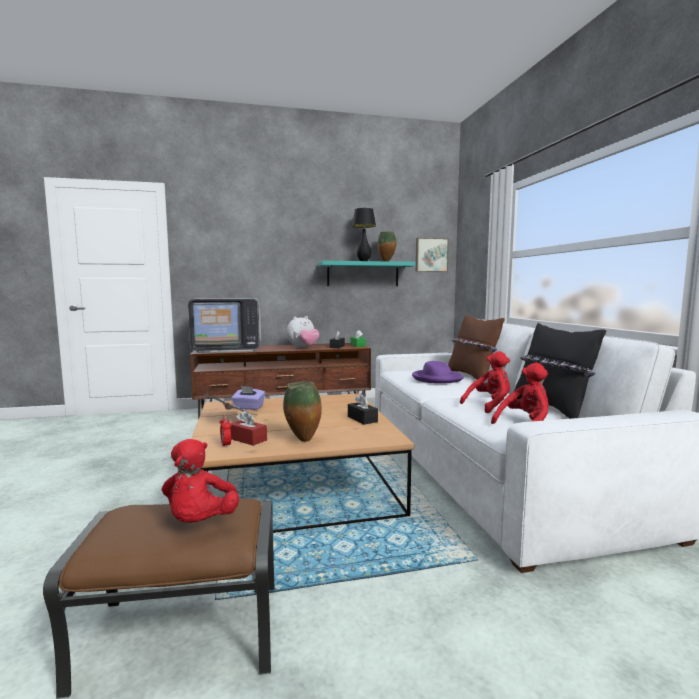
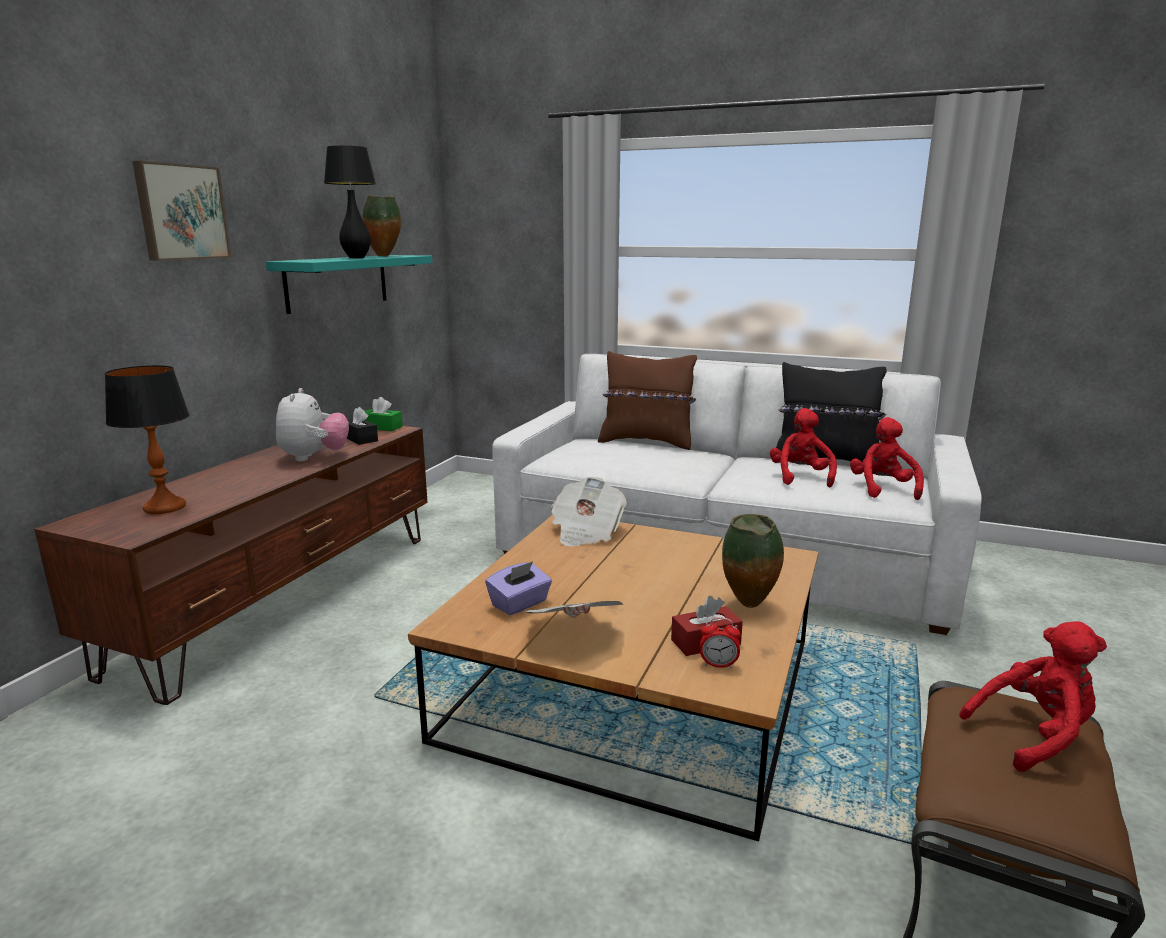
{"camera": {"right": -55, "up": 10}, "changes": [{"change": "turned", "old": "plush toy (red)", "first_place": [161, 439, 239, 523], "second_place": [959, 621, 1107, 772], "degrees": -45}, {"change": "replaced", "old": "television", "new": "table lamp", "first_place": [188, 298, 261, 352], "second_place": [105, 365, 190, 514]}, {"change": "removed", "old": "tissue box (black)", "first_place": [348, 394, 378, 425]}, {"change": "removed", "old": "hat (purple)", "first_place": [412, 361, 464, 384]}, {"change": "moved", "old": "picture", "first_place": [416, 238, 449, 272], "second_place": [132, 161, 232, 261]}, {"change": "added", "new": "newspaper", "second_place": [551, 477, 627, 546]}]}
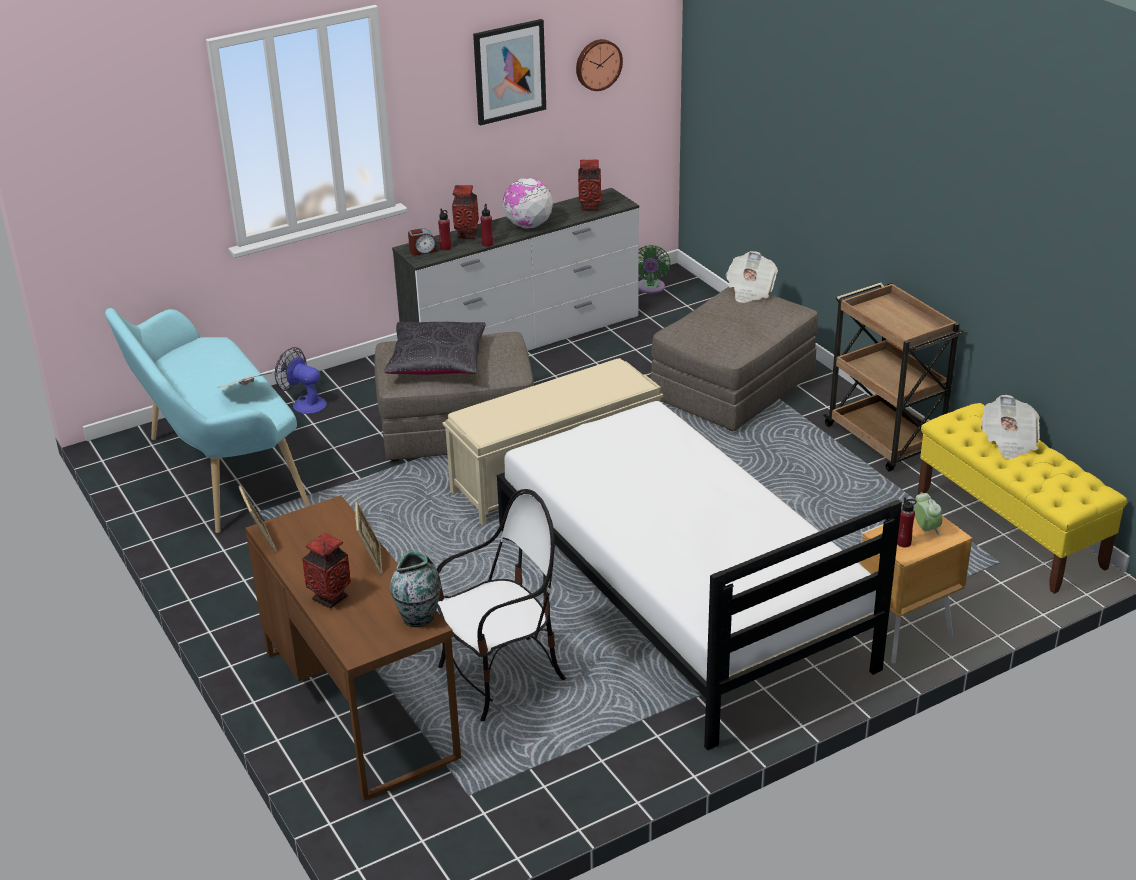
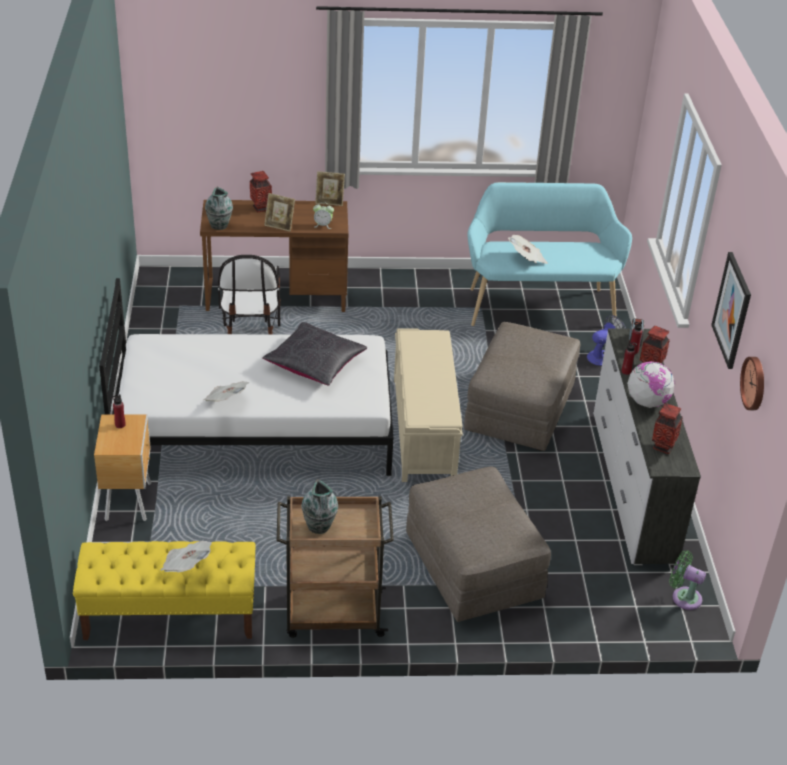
{"camera": {"right": 115, "up": 5}, "changes": [{"change": "moved", "old": "pillow (black)", "first_place": [384, 322, 486, 375], "second_place": [262, 322, 367, 385]}, {"change": "moved", "old": "newspaper", "first_place": [726, 251, 778, 303], "second_place": [203, 381, 249, 402]}, {"change": "moved", "old": "alarm clock", "first_place": [914, 492, 942, 536], "second_place": [313, 202, 334, 229]}, {"change": "added", "new": "vase", "second_place": [301, 479, 338, 534]}]}
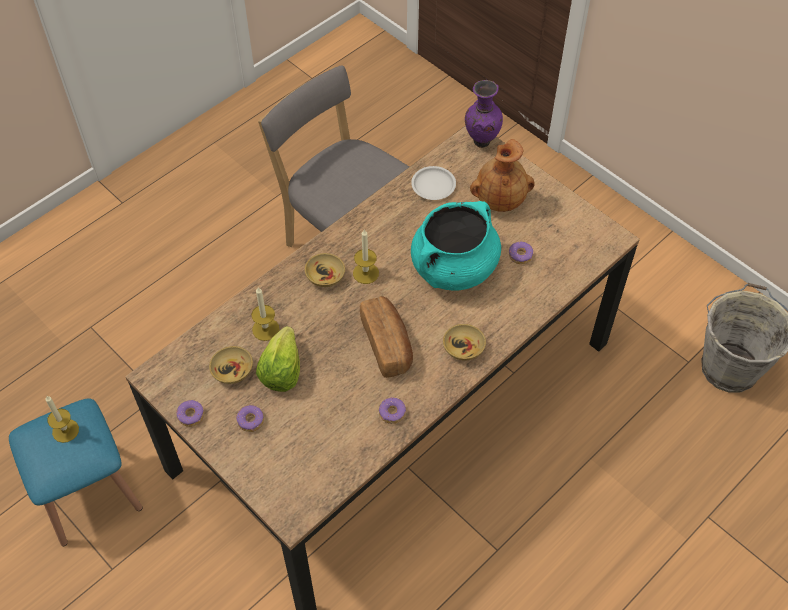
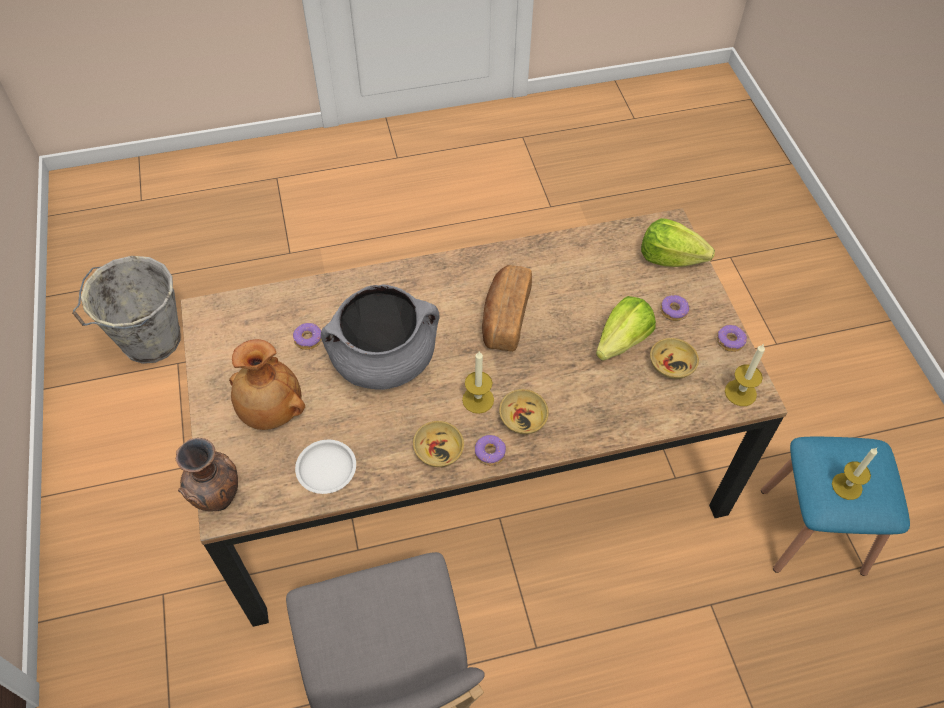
{"camera": {"right": -150, "up": 0}, "changes": [{"change": "moved", "old": "candle", "first_place": [251, 287, 279, 341], "second_place": [725, 344, 765, 406]}, {"change": "moved", "old": "donut", "first_place": [379, 397, 406, 424], "second_place": [475, 435, 506, 466]}, {"change": "recoloured", "old": "cooking pot (turquoise)", "new": "cooking pot (grey)", "first_place": [411, 201, 501, 290], "second_place": [321, 284, 440, 390]}, {"change": "moved", "old": "bowl (beige)", "first_place": [443, 324, 486, 361], "second_place": [413, 421, 464, 467]}, {"change": "recoloured", "old": "vase (purple)", "new": "vase (brown)", "first_place": [465, 80, 503, 148], "second_place": [176, 438, 238, 512]}, {"change": "added", "new": "lettuce", "second_place": [641, 218, 715, 267]}]}
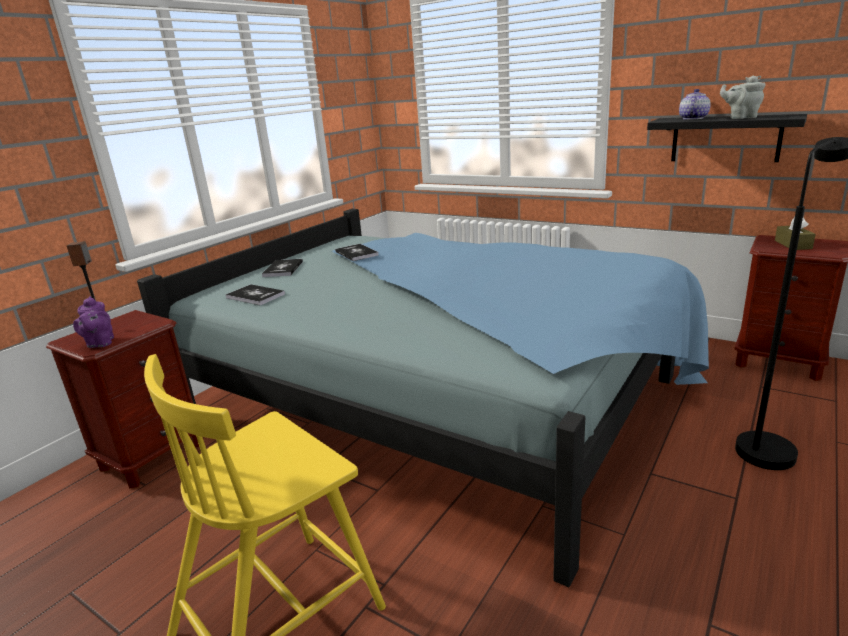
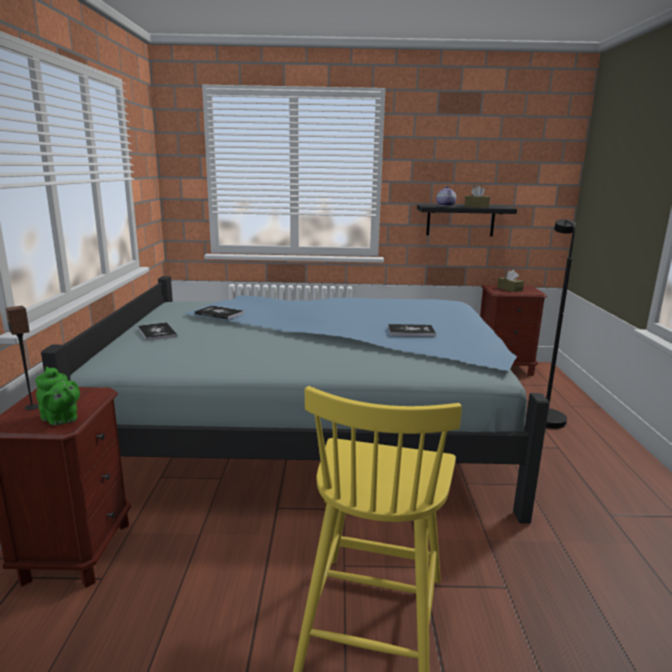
{"camera": {"right": -35, "up": -5}, "changes": [{"change": "recoloured", "old": "teapot (purple)", "new": "teapot (green)", "first_place": [73, 296, 114, 348], "second_place": [36, 367, 80, 425]}, {"change": "moved", "old": "book", "first_place": [226, 284, 285, 305], "second_place": [388, 324, 436, 337]}, {"change": "replaced", "old": "teapot (grey)", "new": "tissue box (brown)", "first_place": [720, 75, 766, 119], "second_place": [464, 186, 490, 208]}]}
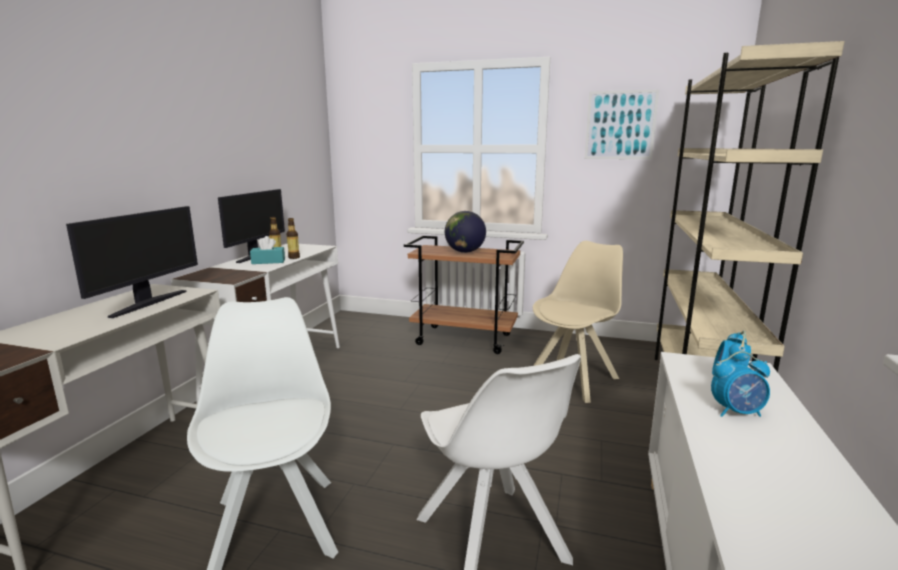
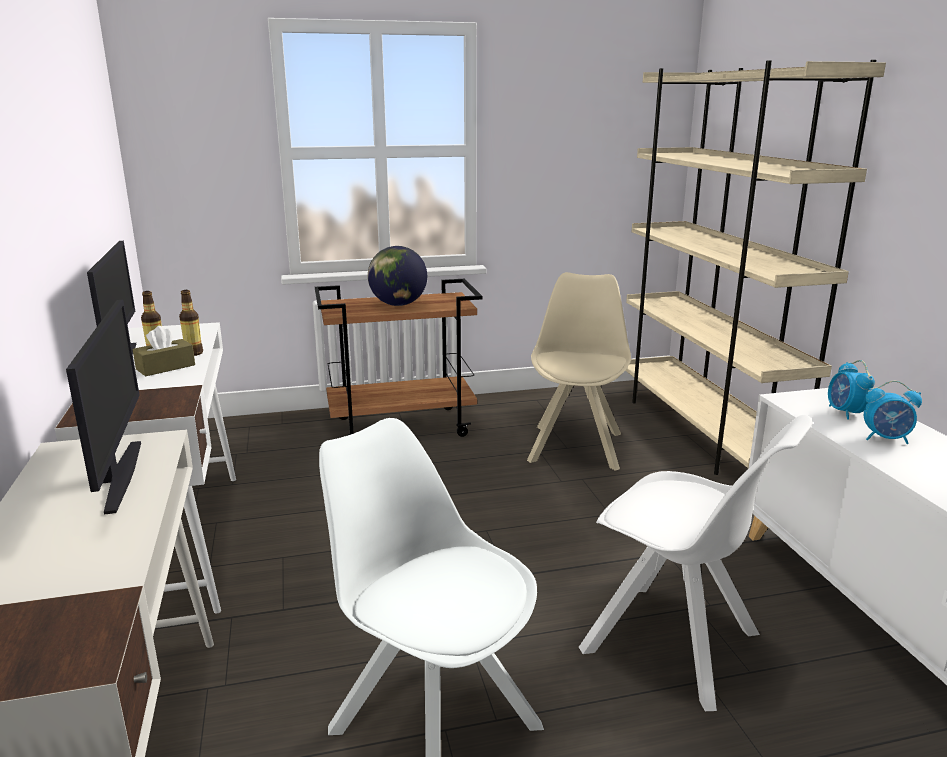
{"camera": {"right": -30, "up": 5}, "changes": [{"change": "recoloured", "old": "tissue box (turquoise)", "new": "tissue box (brown)", "first_place": [250, 236, 285, 264], "second_place": [132, 326, 195, 376]}, {"change": "removed", "old": "picture", "first_place": [584, 89, 659, 159]}, {"change": "turned", "old": "alarm clock", "first_place": [711, 351, 770, 417], "second_place": [864, 381, 922, 444], "degrees": 45}]}
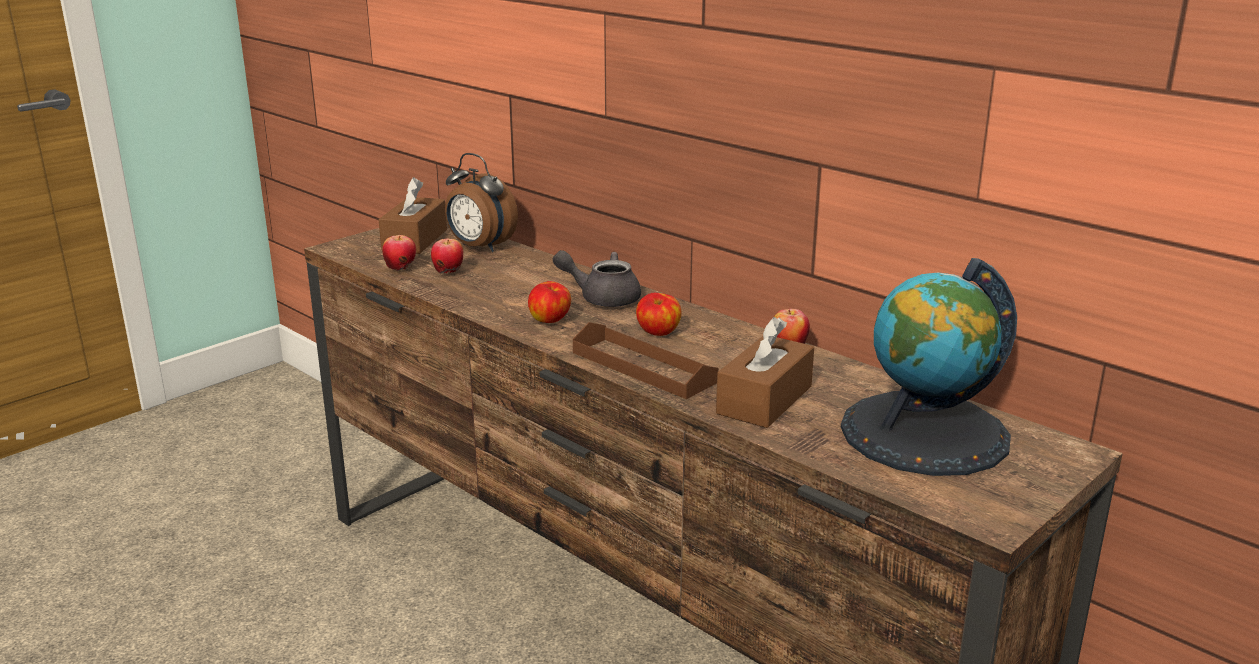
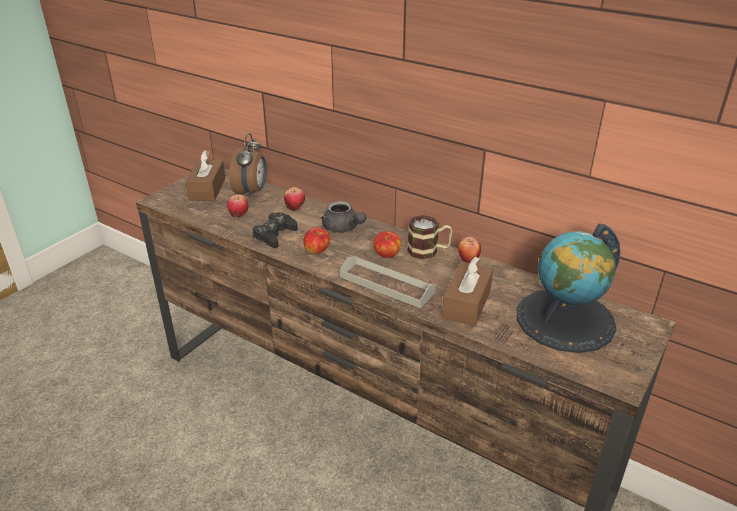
{"camera": {"right": -10, "up": 10}, "changes": [{"change": "moved", "old": "apple", "first_place": [382, 235, 416, 271], "second_place": [284, 187, 305, 211]}, {"change": "turned", "old": "alarm clock", "first_place": [445, 153, 518, 252], "second_place": [229, 133, 267, 198], "degrees": -105}, {"change": "turned", "old": "teapot (grey)", "first_place": [553, 250, 641, 307], "second_place": [321, 201, 366, 233], "degrees": -135}, {"change": "recoloured", "old": "tray (brown)", "new": "tray (grey)", "first_place": [573, 322, 718, 399], "second_place": [340, 256, 436, 308]}, {"change": "added", "new": "game controller (black)", "second_place": [252, 212, 298, 248]}, {"change": "added", "new": "mug", "second_place": [407, 215, 453, 260]}]}
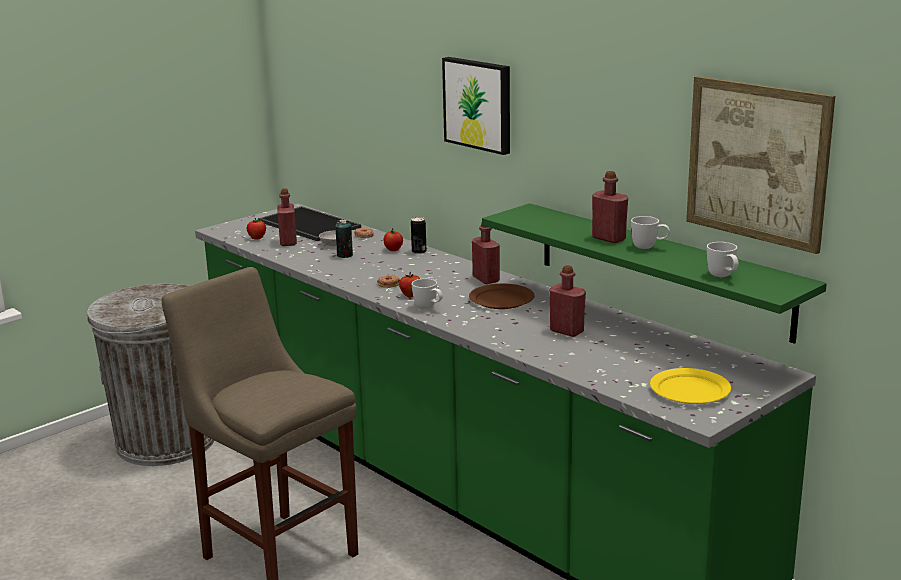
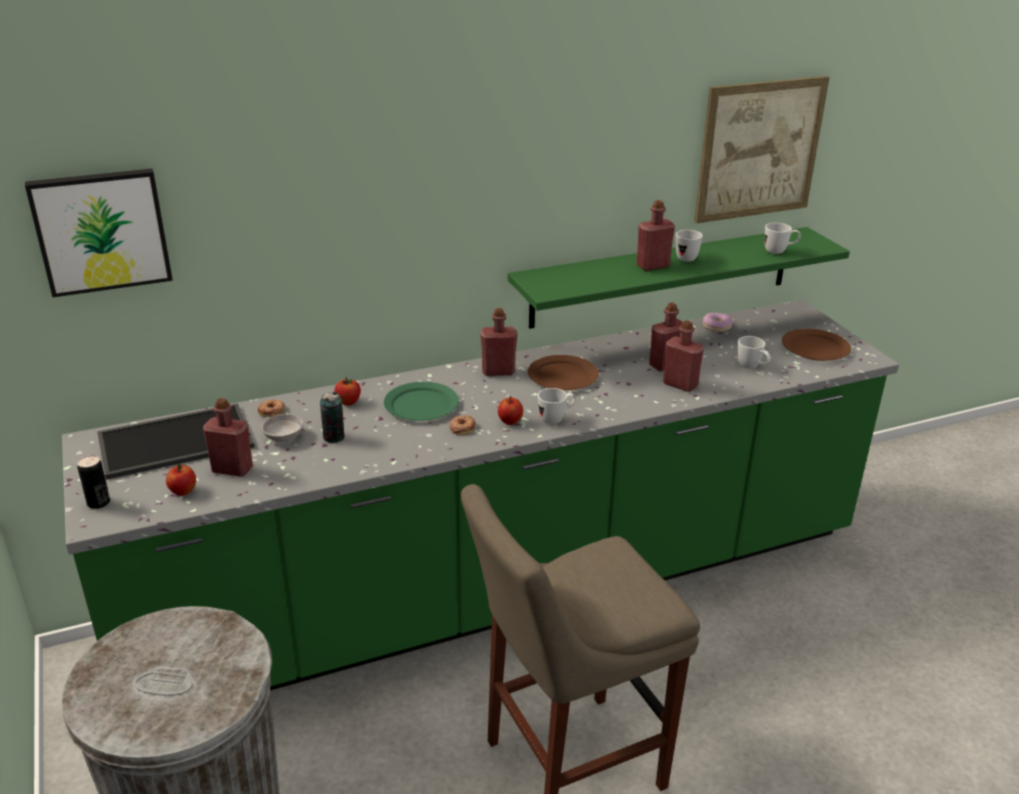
{"camera": {"right": -70, "up": 10}, "changes": [{"change": "moved", "old": "can", "first_place": [411, 217, 427, 254], "second_place": [77, 455, 110, 509]}, {"change": "moved", "old": "picture", "first_place": [442, 57, 510, 155], "second_place": [25, 169, 173, 297]}, {"change": "recoloured", "old": "plate (yellow)", "new": "plate (brown)", "first_place": [650, 368, 731, 404], "second_place": [782, 329, 851, 361]}, {"change": "added", "new": "plate (green)", "second_place": [384, 382, 459, 421]}, {"change": "added", "new": "bottle (red)", "second_place": [663, 320, 704, 392]}, {"change": "added", "new": "donut", "second_place": [703, 313, 733, 332]}, {"change": "added", "new": "mug (white)", "second_place": [738, 336, 771, 369]}]}
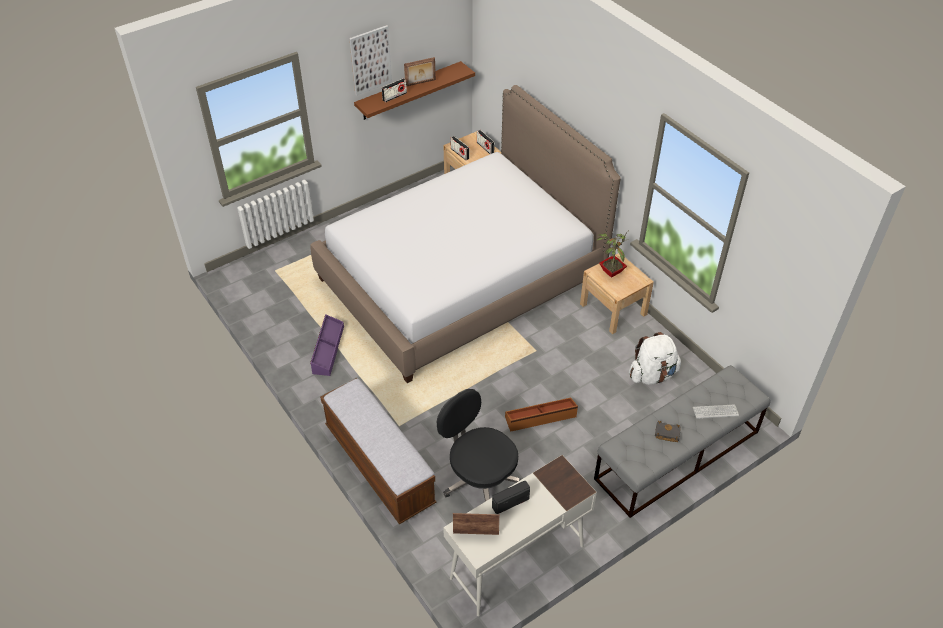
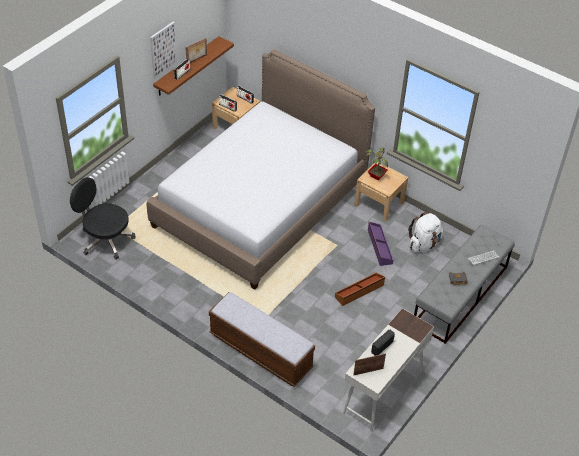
{"camera": {"right": -20, "up": 0}, "changes": [{"change": "moved", "old": "storage box (purple)", "first_place": [310, 314, 344, 376], "second_place": [368, 222, 393, 266]}, {"change": "moved", "old": "office chair (black)", "first_place": [437, 389, 522, 502], "second_place": [70, 177, 135, 260]}]}
